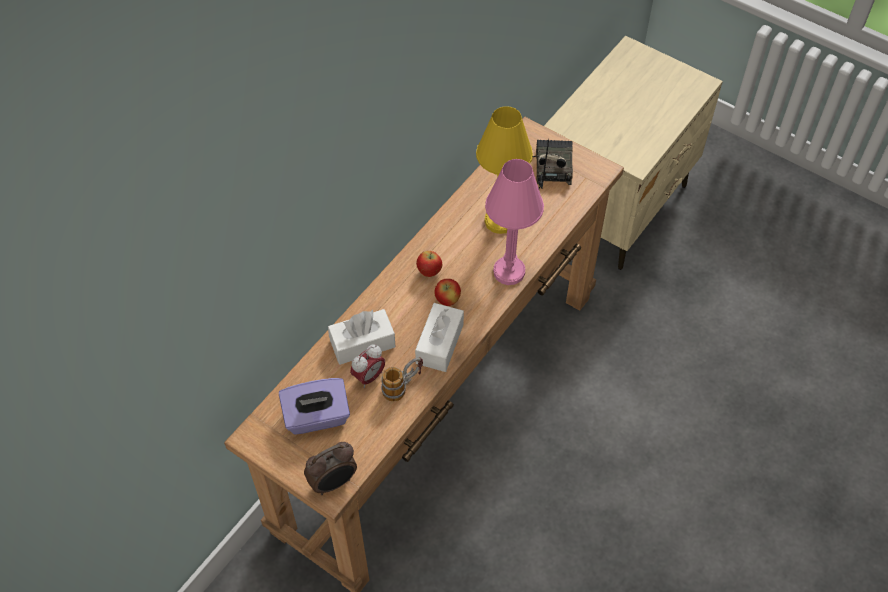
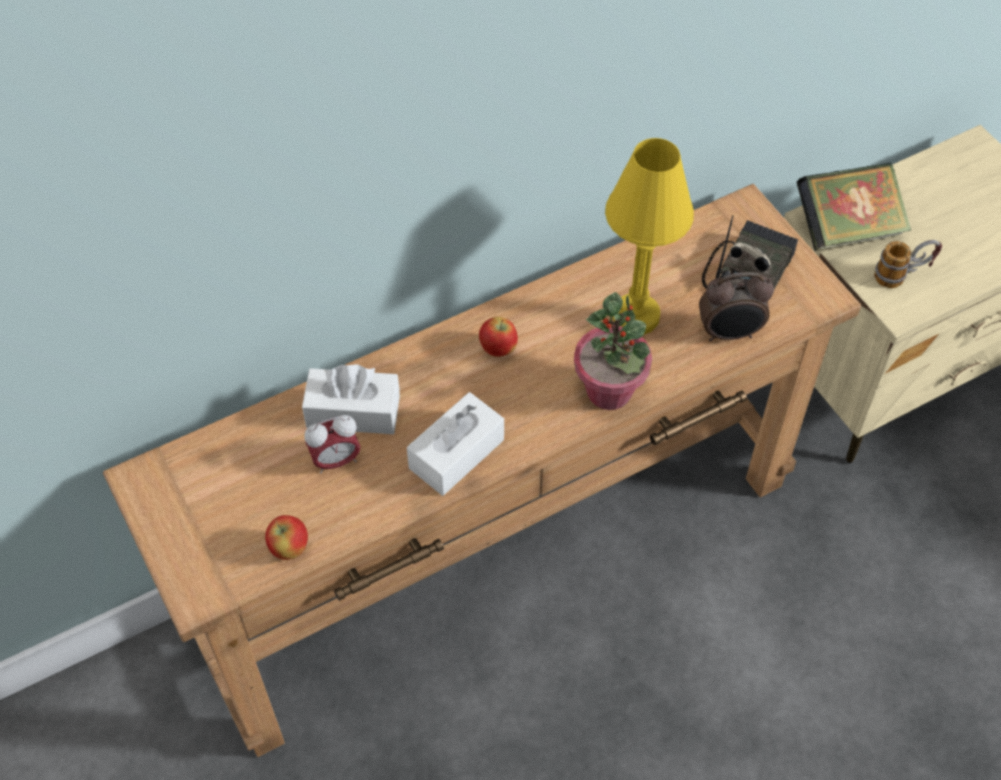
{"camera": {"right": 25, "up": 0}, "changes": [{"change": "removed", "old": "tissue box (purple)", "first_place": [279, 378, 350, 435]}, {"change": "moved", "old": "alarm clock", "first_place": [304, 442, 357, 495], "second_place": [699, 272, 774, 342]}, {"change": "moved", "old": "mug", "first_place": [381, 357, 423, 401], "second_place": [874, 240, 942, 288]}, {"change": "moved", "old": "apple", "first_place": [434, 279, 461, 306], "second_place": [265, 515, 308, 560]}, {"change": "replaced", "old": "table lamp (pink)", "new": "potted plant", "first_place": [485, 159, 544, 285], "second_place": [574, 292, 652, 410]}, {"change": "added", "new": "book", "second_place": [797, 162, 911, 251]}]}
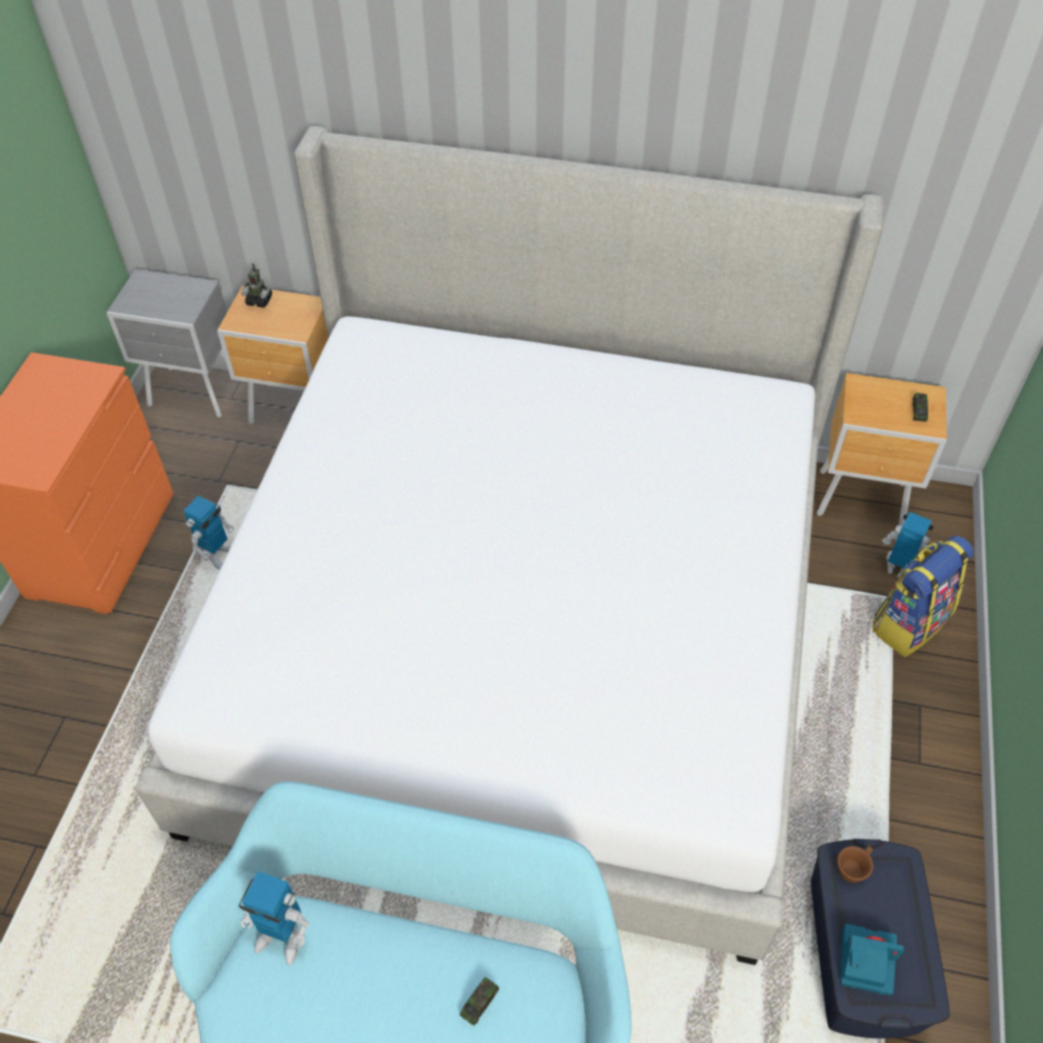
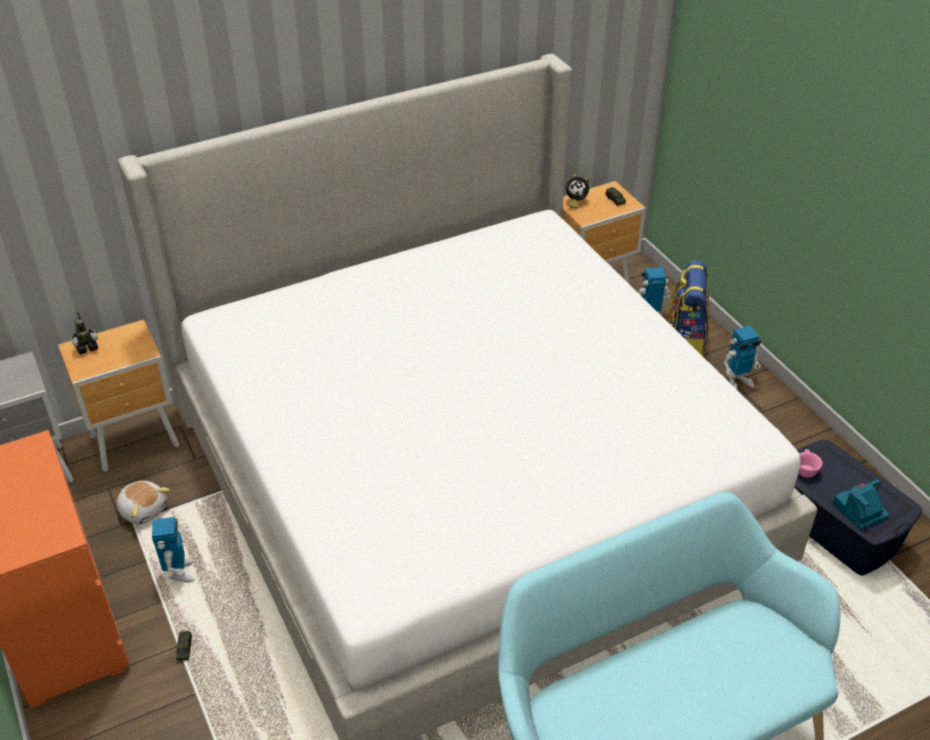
{"camera": {"right": -40, "up": -10}, "changes": [{"change": "moved", "old": "toy robot", "first_place": [239, 871, 309, 966], "second_place": [723, 326, 761, 389]}, {"change": "moved", "old": "toy car", "first_place": [459, 977, 499, 1025], "second_place": [176, 631, 192, 661]}, {"change": "recoloured", "old": "cup (brown)", "new": "cup (pink)", "first_place": [837, 846, 873, 883], "second_place": [799, 449, 822, 478]}, {"change": "added", "new": "plush toy", "second_place": [116, 481, 170, 524]}, {"change": "added", "new": "alarm clock", "second_place": [566, 174, 589, 208]}]}
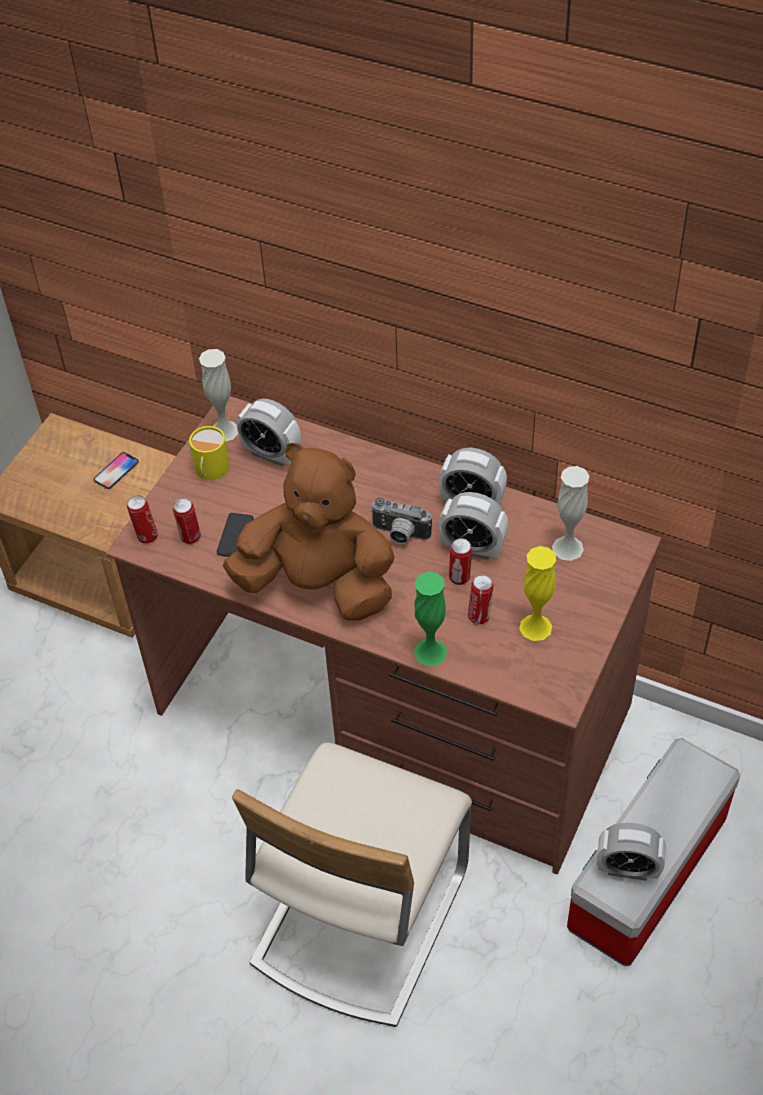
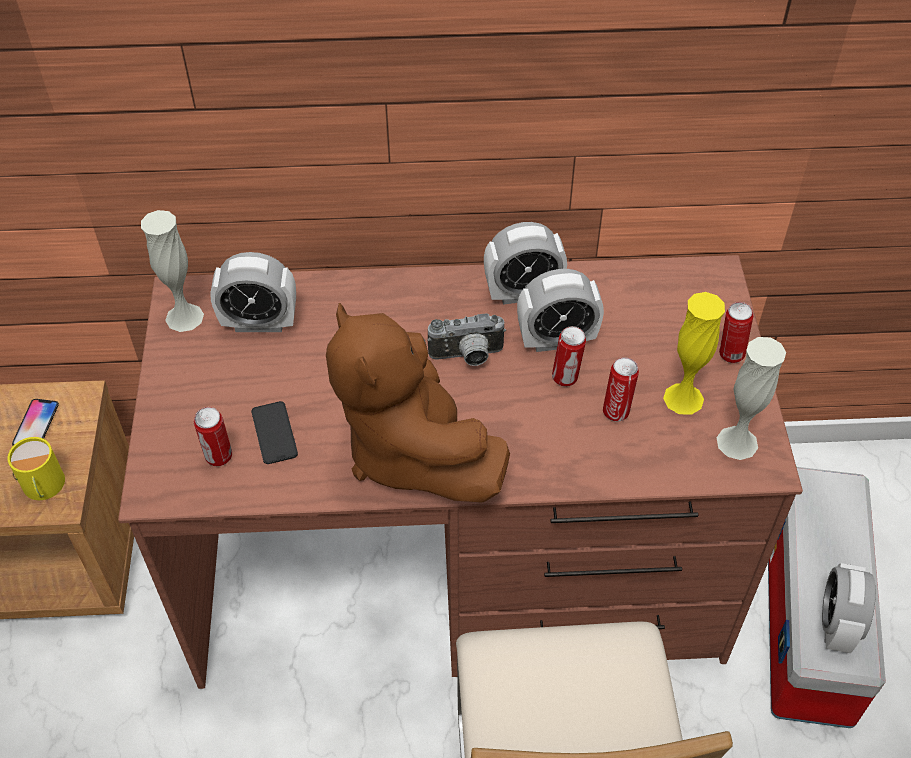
{"camera": {"right": -30, "up": 0}, "changes": [{"change": "moved", "old": "can", "first_place": [127, 495, 158, 544], "second_place": [719, 302, 753, 363]}, {"change": "moved", "old": "mug (yellow)", "first_place": [189, 426, 230, 480], "second_place": [8, 437, 65, 500]}, {"change": "turned", "old": "plush toy (brown)", "first_place": [223, 443, 395, 620], "second_place": [326, 303, 510, 502], "degrees": -105}, {"change": "removed", "old": "vase (green)", "first_place": [414, 571, 447, 666]}, {"change": "moved", "old": "vase (white)", "first_place": [552, 466, 590, 561], "second_place": [717, 337, 786, 460]}, {"change": "turned", "old": "alarm clock", "first_place": [597, 823, 666, 881], "second_place": [822, 563, 876, 653], "degrees": 120}]}
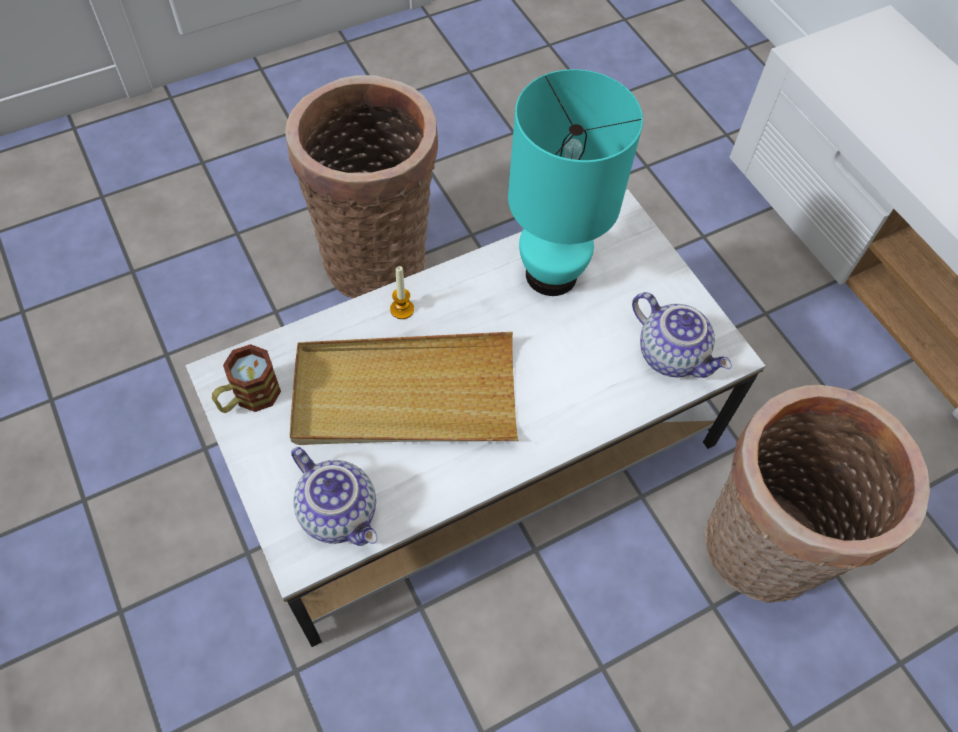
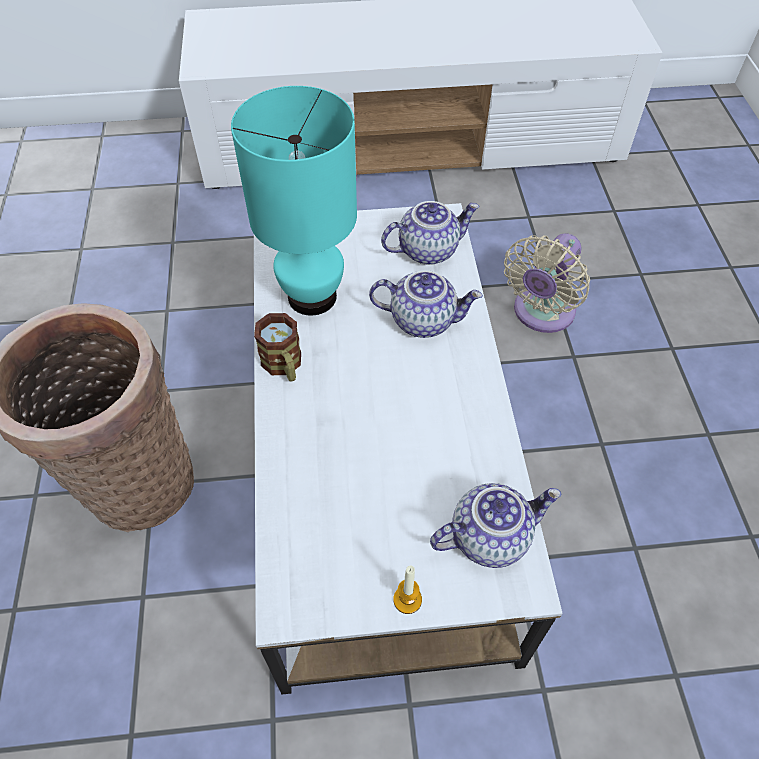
{"camera": {"right": -65, "up": -5}, "changes": [{"change": "moved", "old": "mug", "first_place": [212, 344, 281, 413], "second_place": [254, 313, 301, 382]}, {"change": "removed", "old": "tray (beige)", "first_place": [290, 332, 519, 445]}, {"change": "moved", "old": "candle", "first_place": [390, 266, 414, 319], "second_place": [393, 566, 422, 614]}, {"change": "replaced", "old": "basket", "new": "fan (beige)", "first_place": [704, 385, 930, 603], "second_place": [504, 233, 590, 333]}, {"change": "added", "new": "teapot", "second_place": [369, 270, 483, 338]}]}
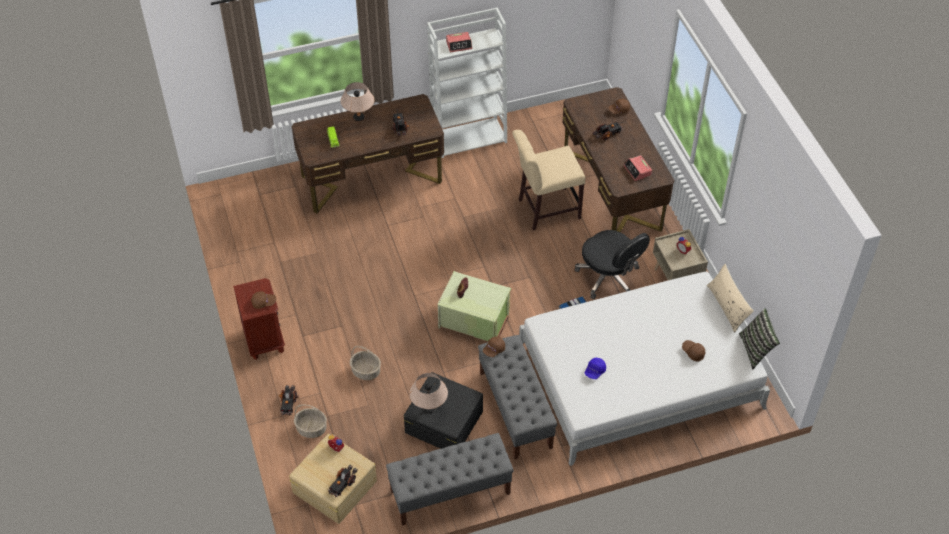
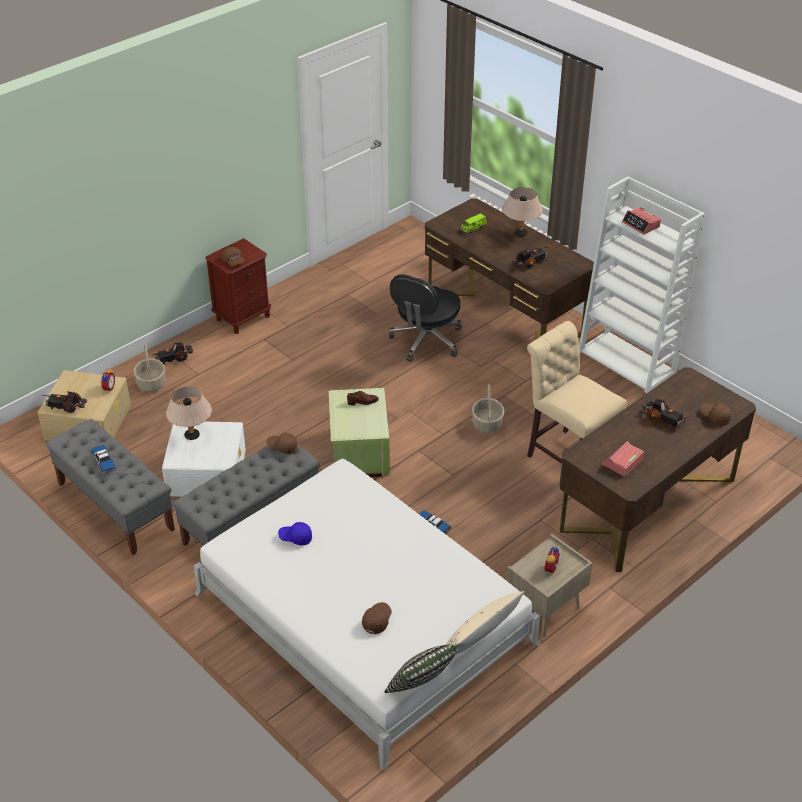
{"camera": {"right": 65, "up": -10}, "changes": [{"change": "moved", "old": "basket", "first_place": [350, 346, 381, 380], "second_place": [472, 383, 505, 433]}, {"change": "recoloured", "old": "storage box (black)", "new": "storage box (white)", "first_place": [404, 372, 483, 449], "second_place": [162, 422, 246, 497]}, {"change": "moved", "old": "office chair (black)", "first_place": [575, 230, 650, 299], "second_place": [389, 274, 462, 362]}, {"change": "added", "new": "toy car", "second_place": [92, 445, 116, 473]}]}
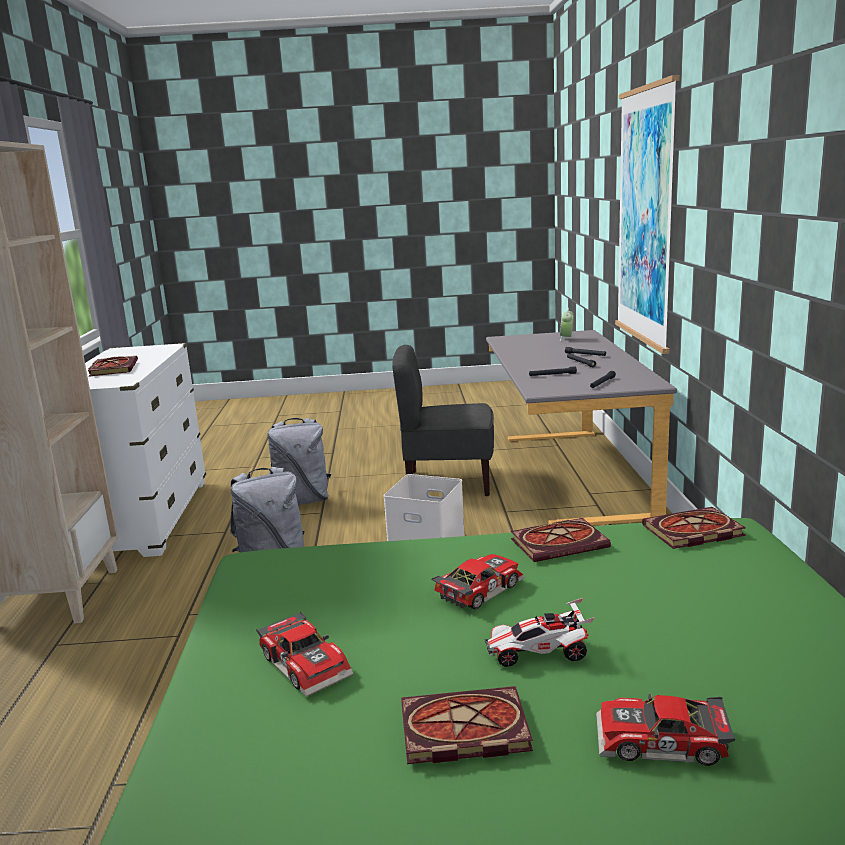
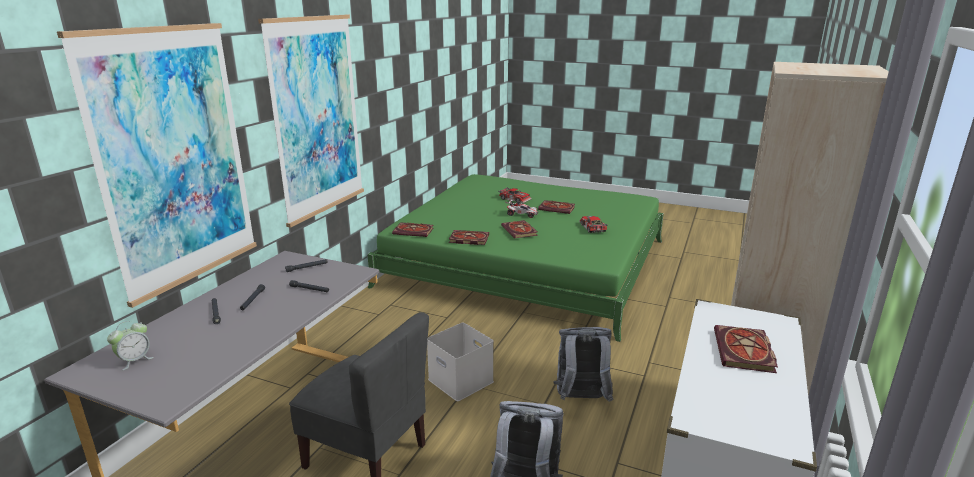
{"camera": {"right": -155, "up": 5}, "changes": [{"change": "replaced", "old": "toy car", "new": "book", "first_place": [432, 554, 525, 610], "second_place": [501, 220, 538, 238]}, {"change": "added", "new": "picture", "second_place": [258, 15, 364, 228]}]}
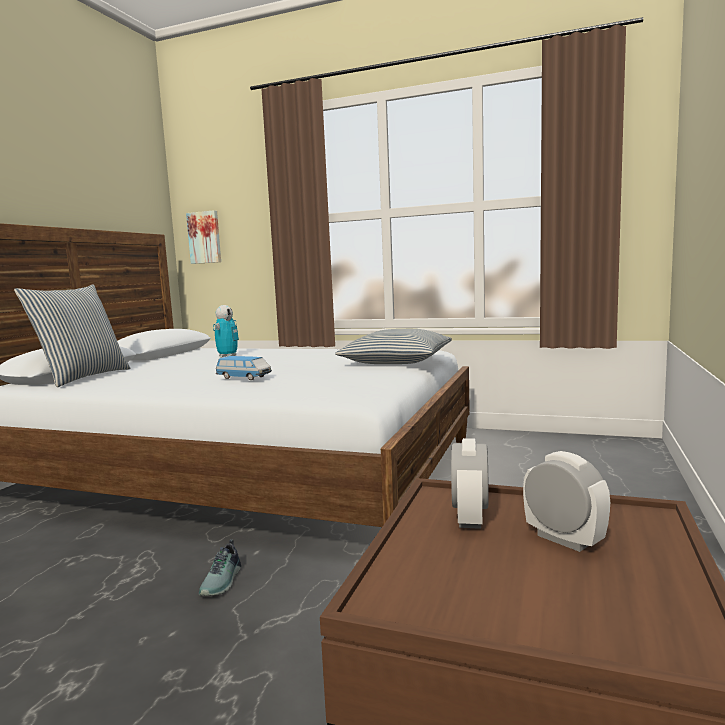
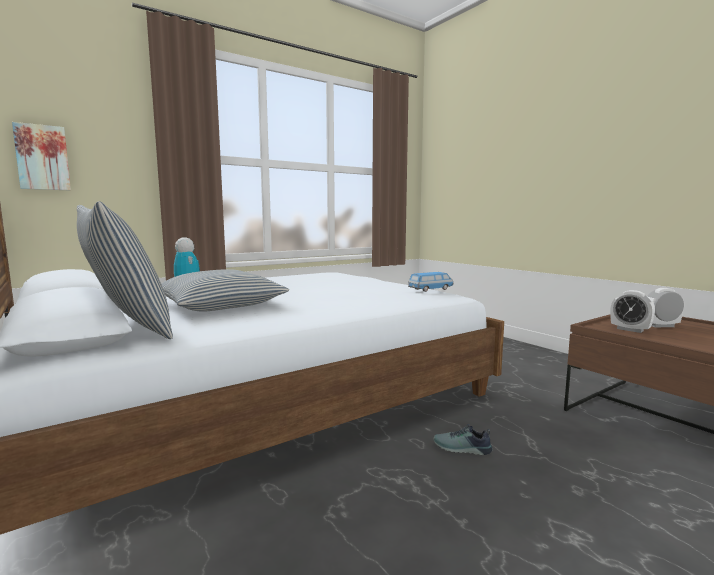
{"camera": {"right": -55, "up": 0}, "changes": [{"change": "turned", "old": "shoe", "first_place": [198, 539, 241, 596], "second_place": [433, 424, 493, 455], "degrees": 150}, {"change": "moved", "old": "toy car", "first_place": [216, 356, 272, 380], "second_place": [408, 272, 454, 292]}, {"change": "moved", "old": "pillow", "first_place": [335, 329, 452, 364], "second_place": [161, 269, 289, 312]}]}
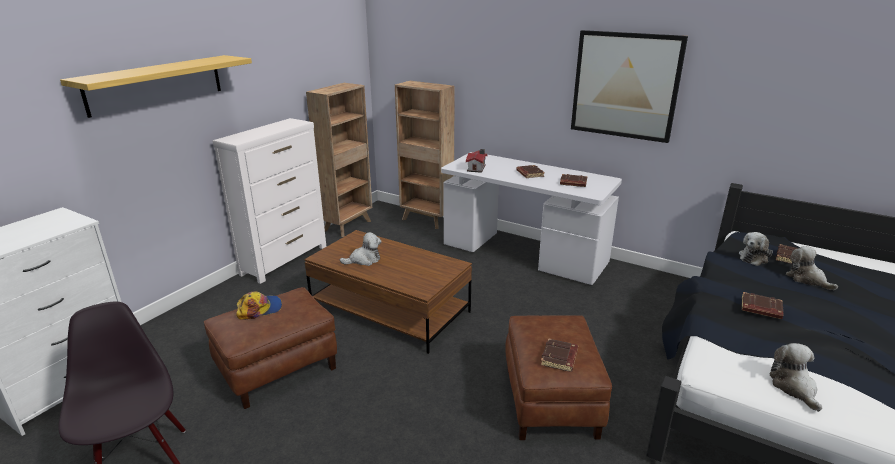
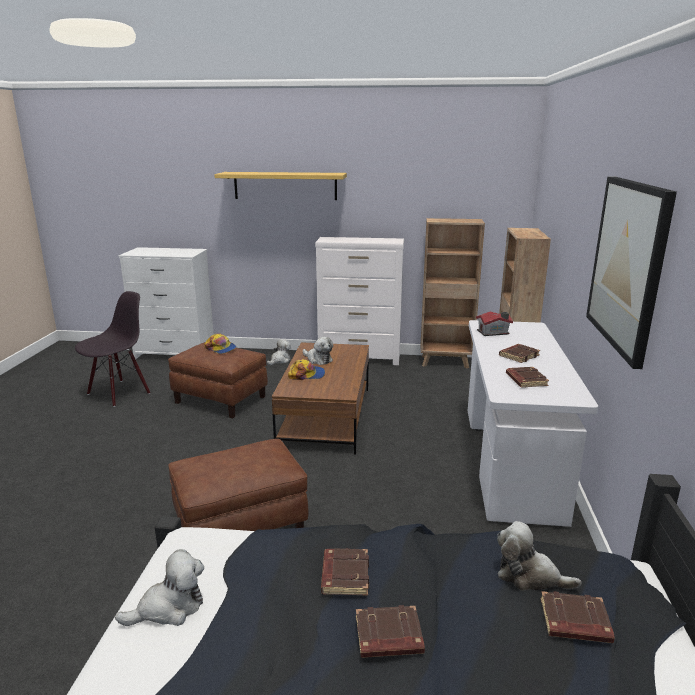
{"camera": {"right": 65, "up": -5}, "changes": [{"change": "moved", "old": "book (brown)", "first_place": [541, 338, 578, 372], "second_place": [356, 605, 425, 658]}, {"change": "moved", "old": "plush toy", "first_place": [786, 246, 838, 291], "second_place": [267, 339, 291, 365]}, {"change": "added", "new": "cap", "second_place": [288, 359, 325, 380]}]}
